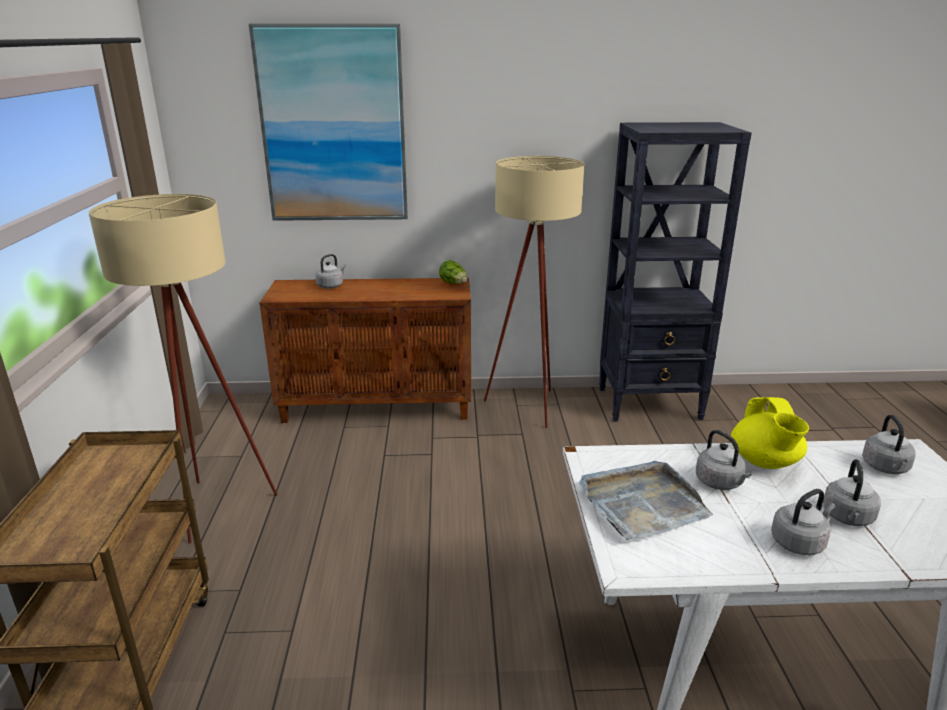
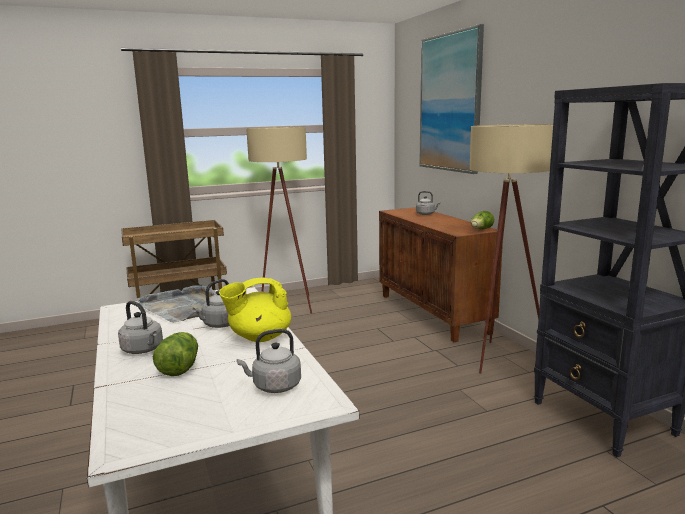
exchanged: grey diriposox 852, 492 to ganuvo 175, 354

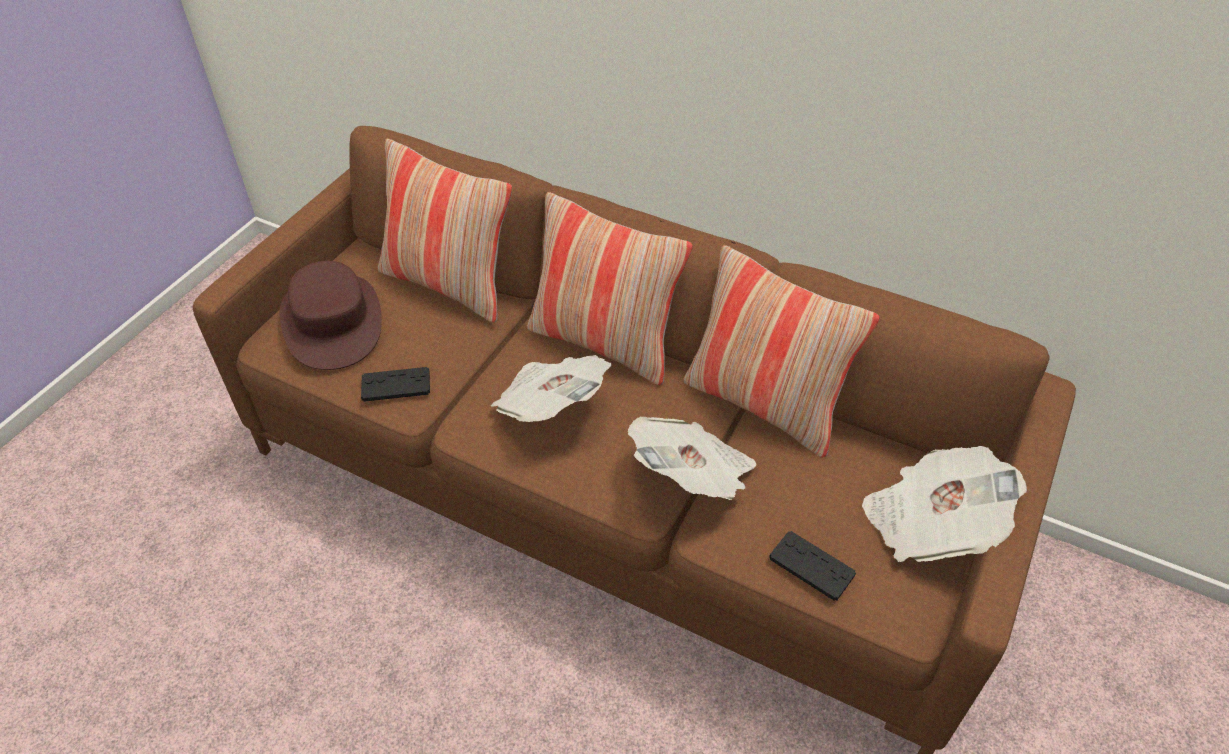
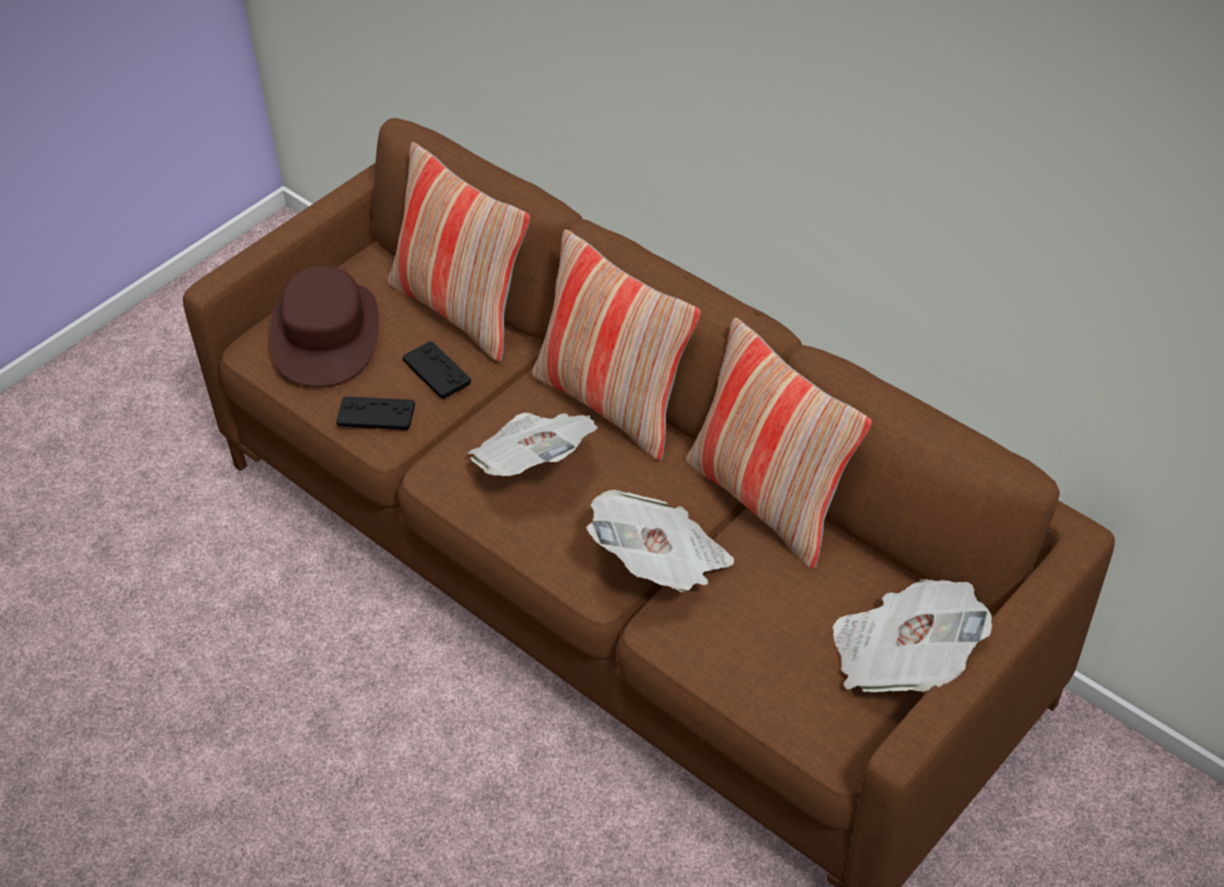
relocated: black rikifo 812, 566 to 437, 370

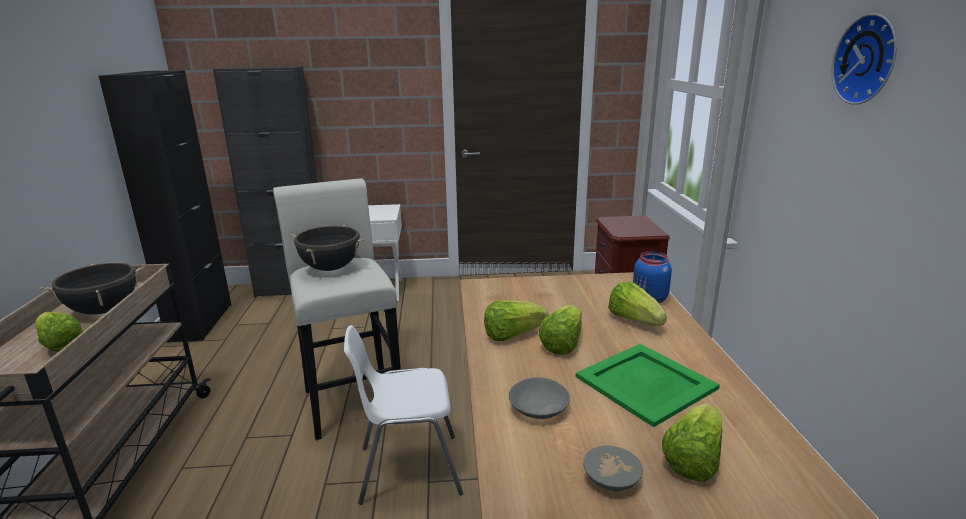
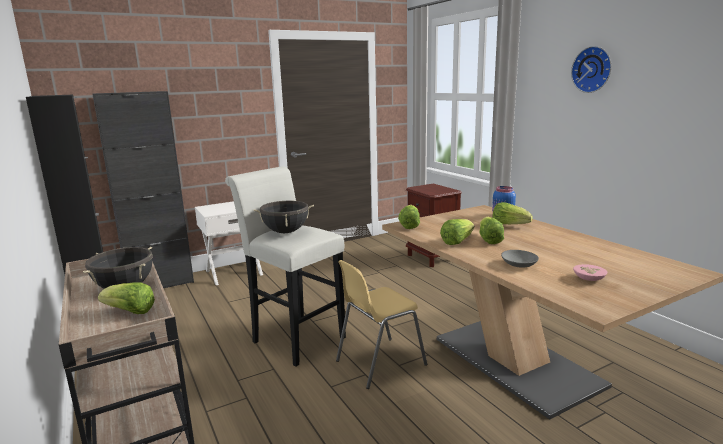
missing: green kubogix 647, 385
relocated: ganuvo 692, 442 to 409, 217
colour: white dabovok 403, 415 to yellow dabovok 381, 324; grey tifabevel 613, 468 to pink tifabevel 590, 272

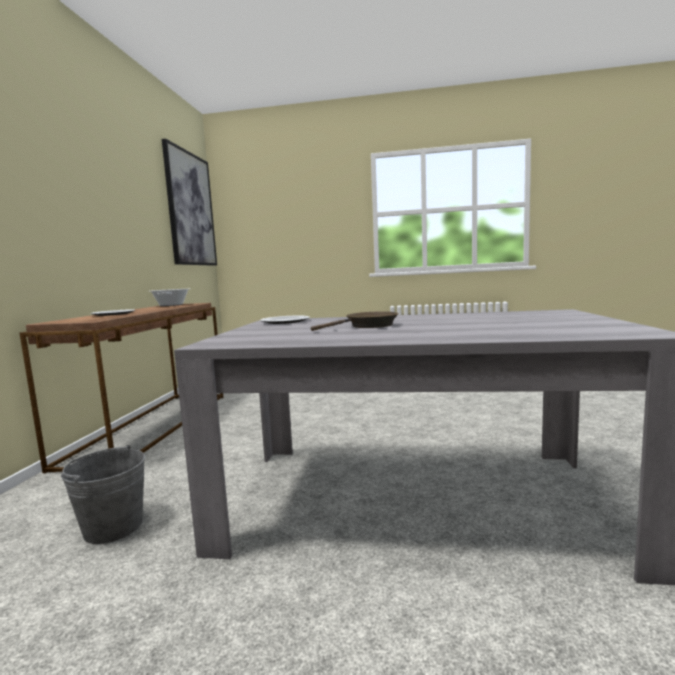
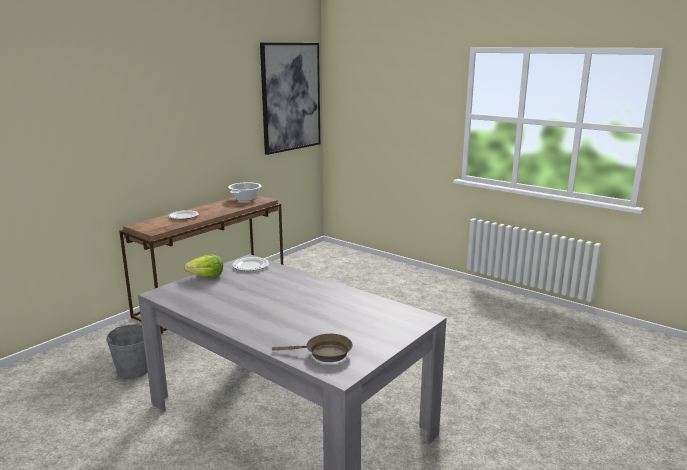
appeared: ganuvo 203, 266
relocated: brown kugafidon 355, 321 to 312, 348

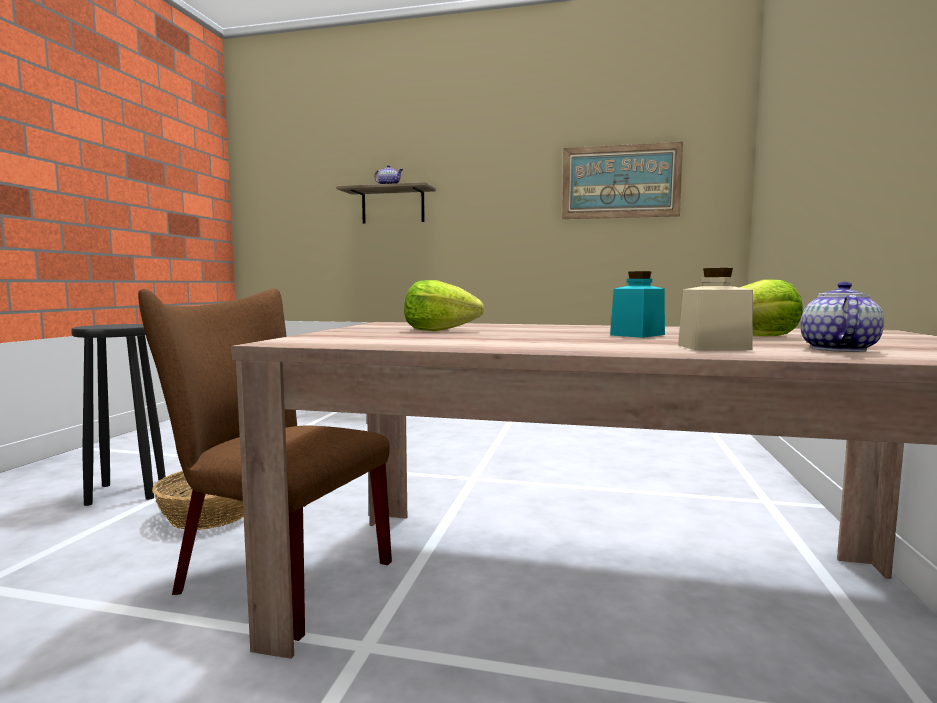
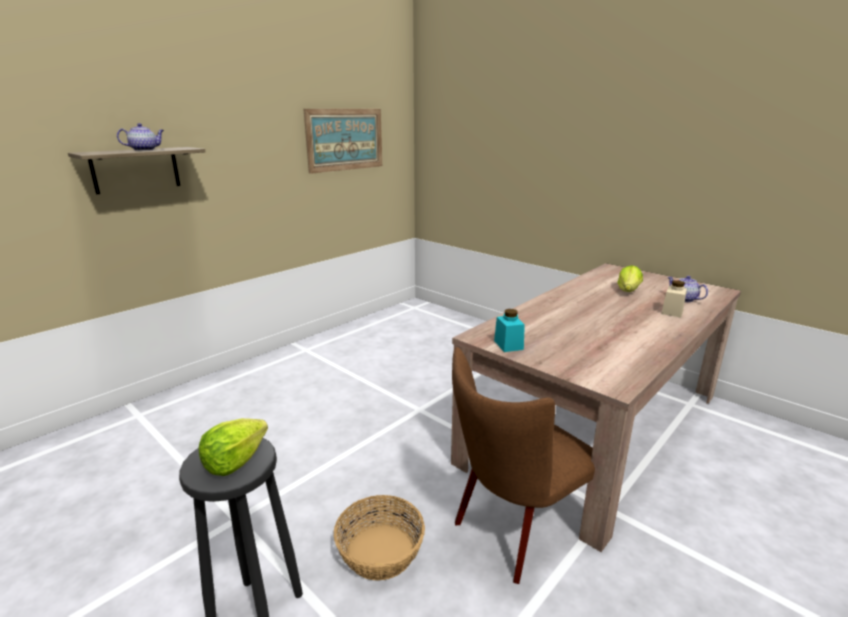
relocated: ganuvo 444, 305 to 233, 447; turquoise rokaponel 637, 304 to 509, 330

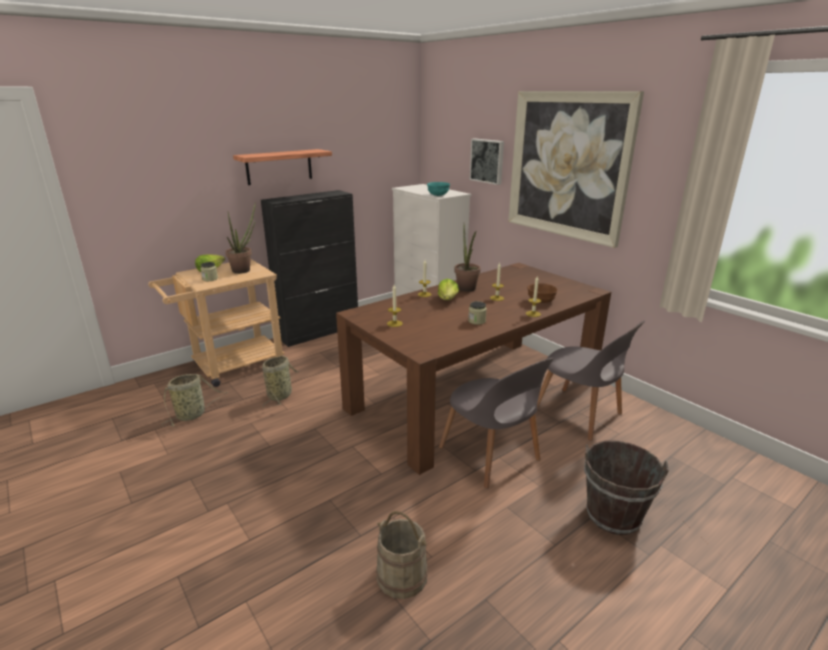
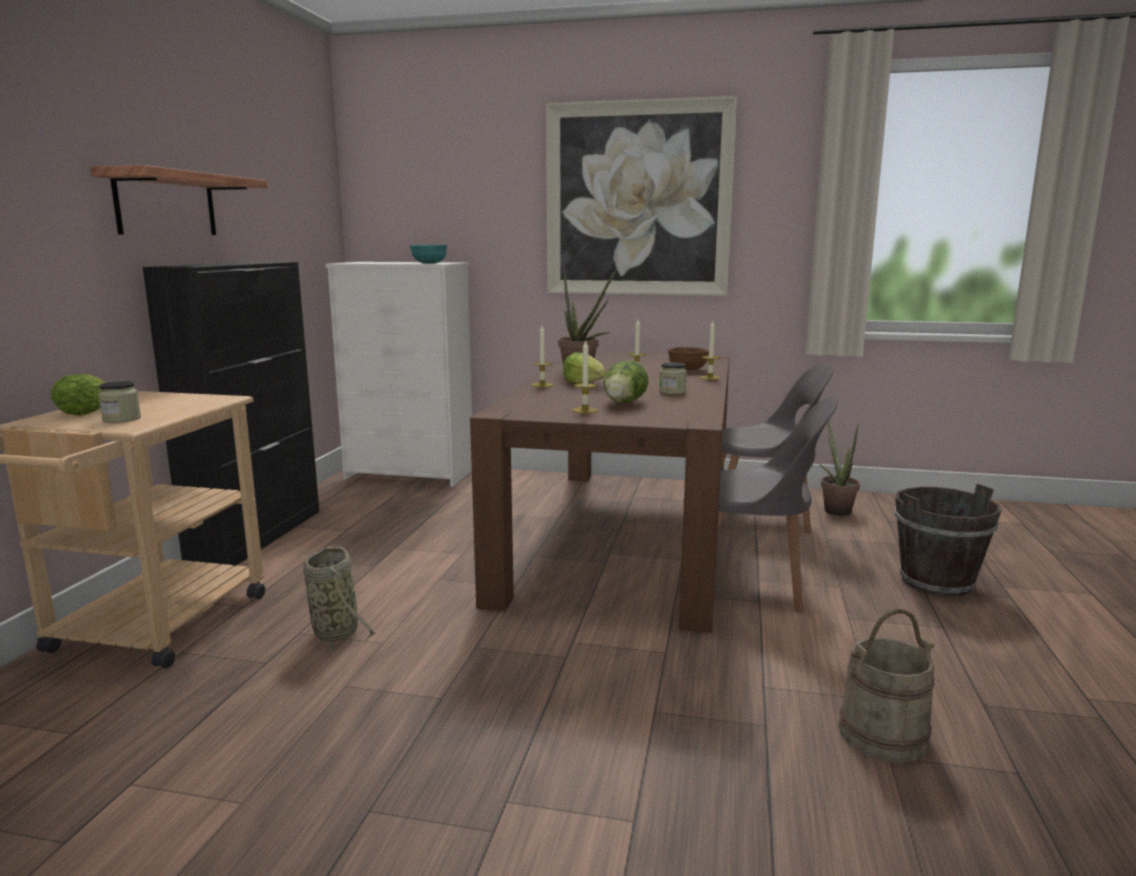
missing: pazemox 195, 400; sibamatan 487, 161
appeared: ganuvo 626, 382
relocated: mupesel 240, 238 to 839, 468

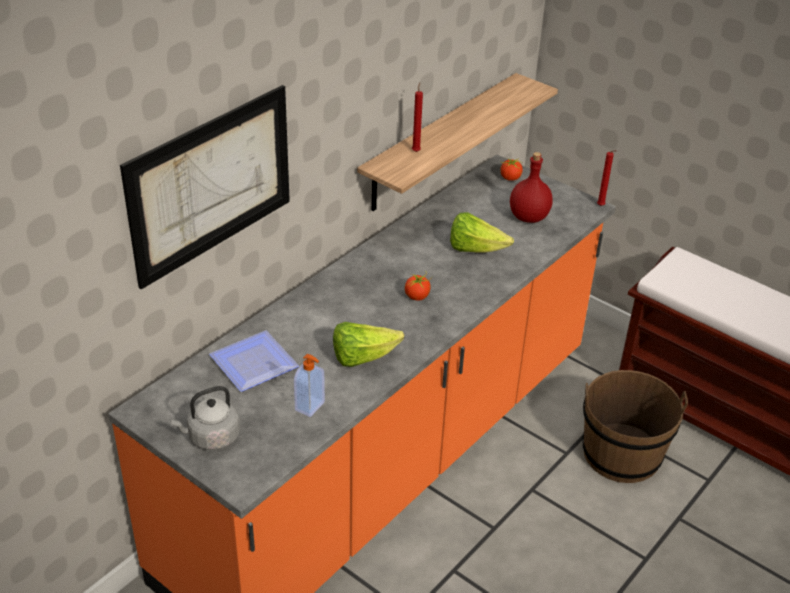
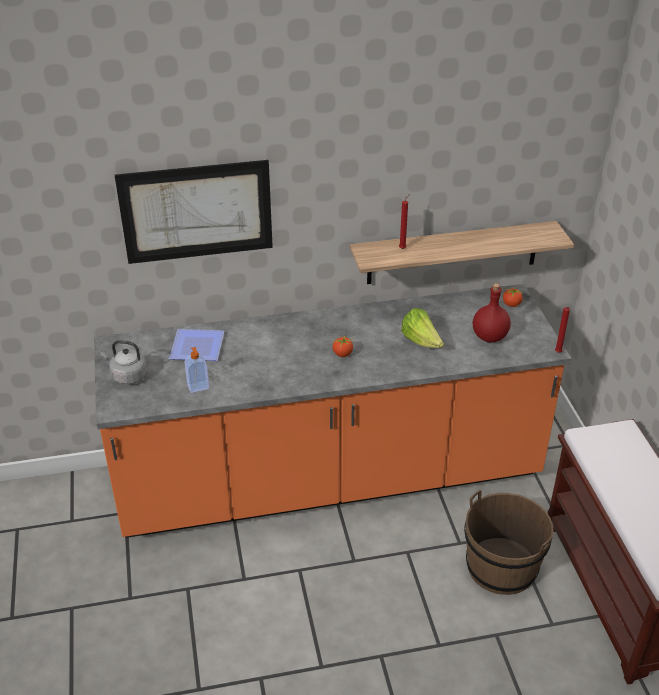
missing: ganuvo 368, 344

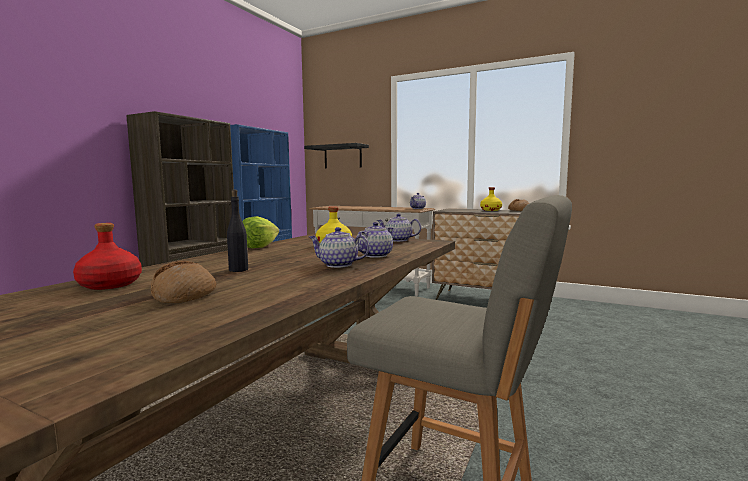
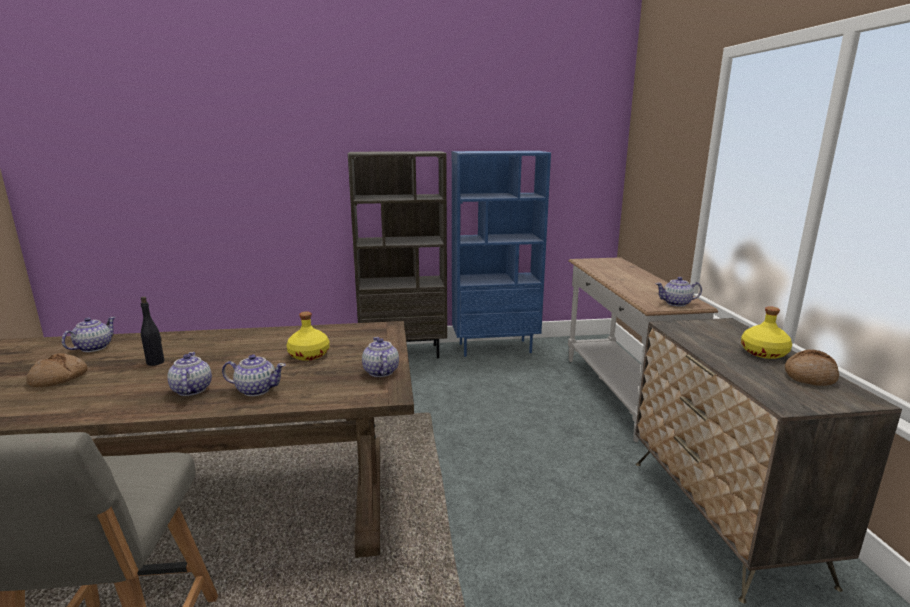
missing: ganuvo 260, 232; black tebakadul 336, 155
exchanged: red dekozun 107, 256 to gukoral 89, 334

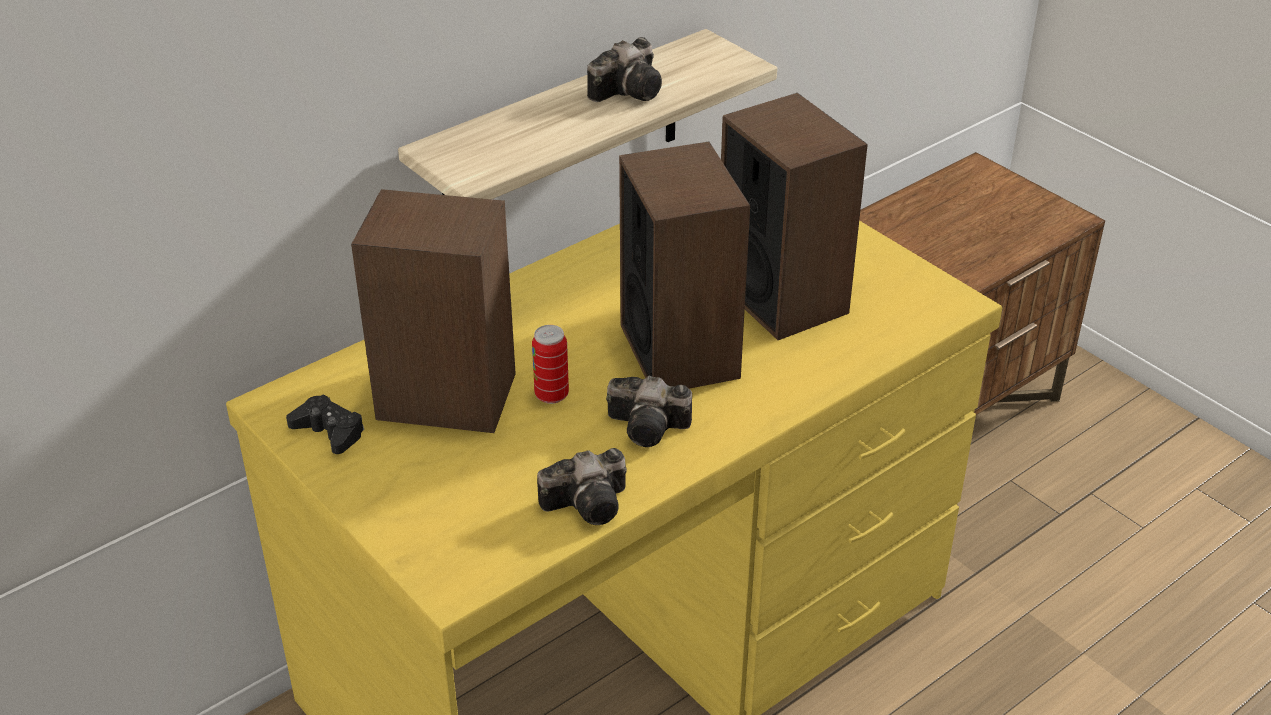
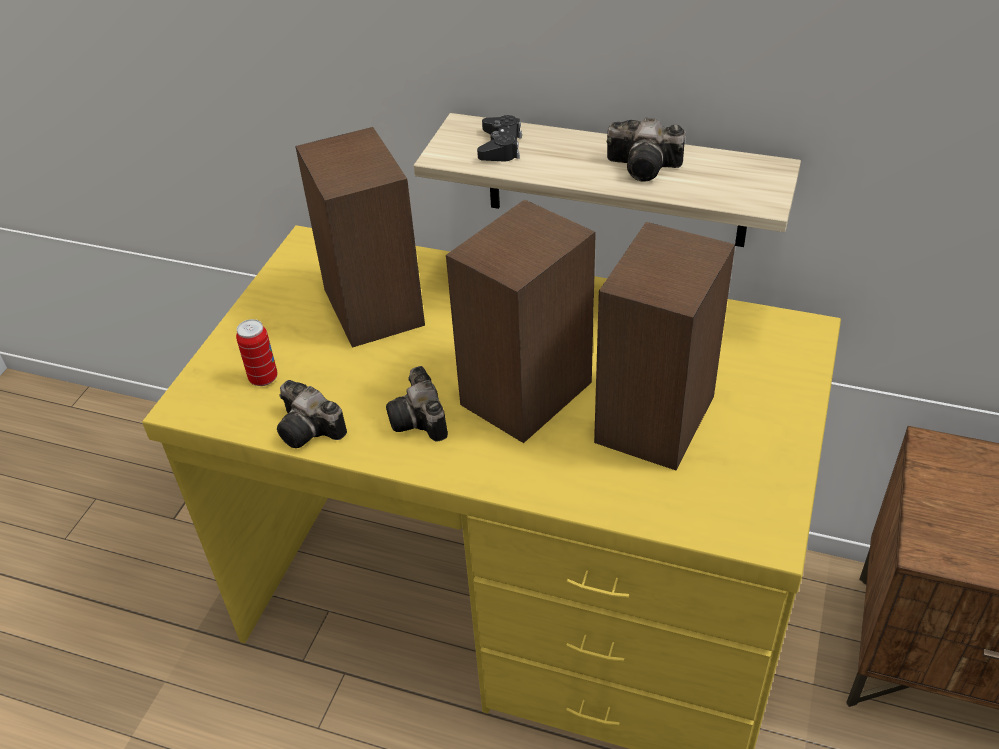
relocated: black rikifo 325, 424 to 499, 138; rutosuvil 550, 364 to 257, 352

